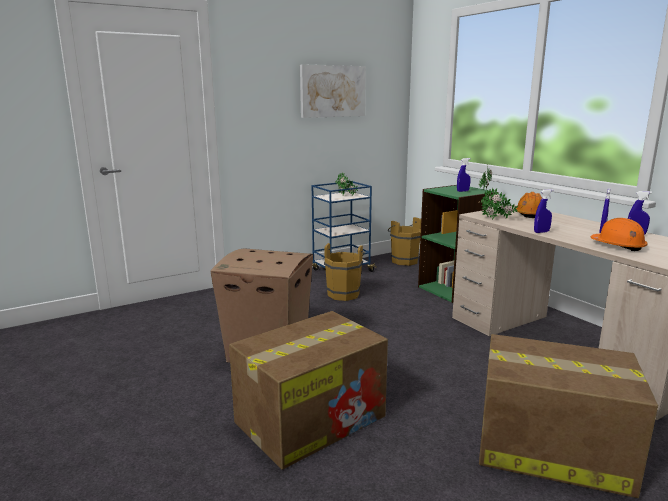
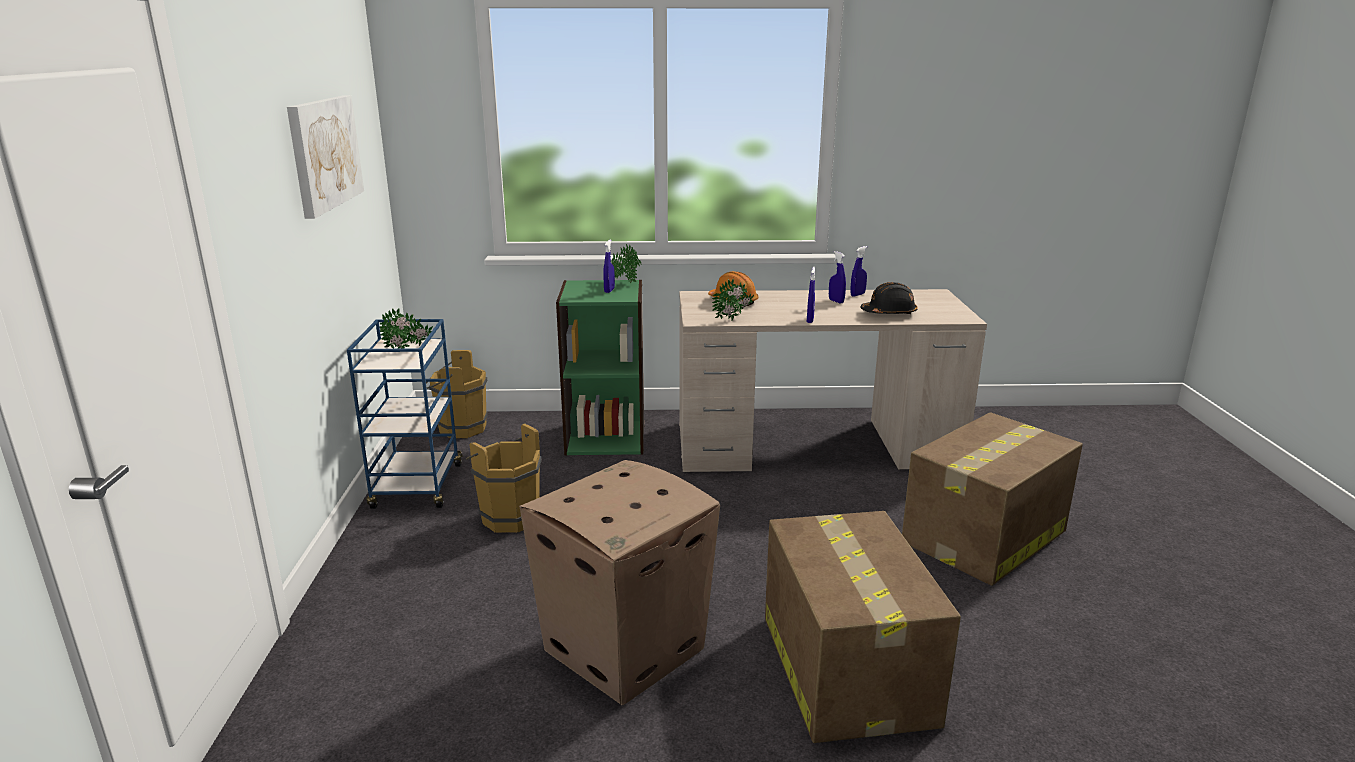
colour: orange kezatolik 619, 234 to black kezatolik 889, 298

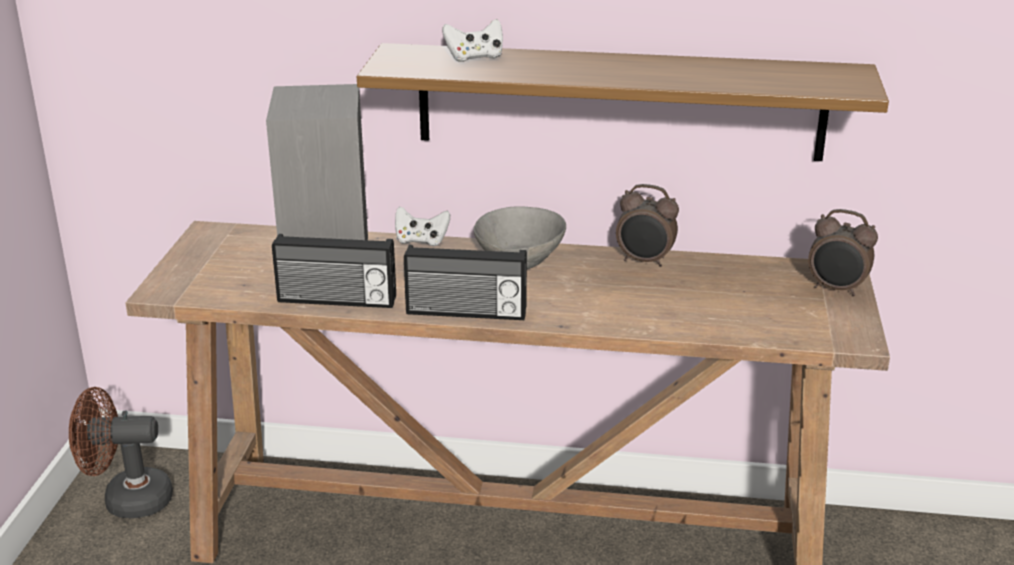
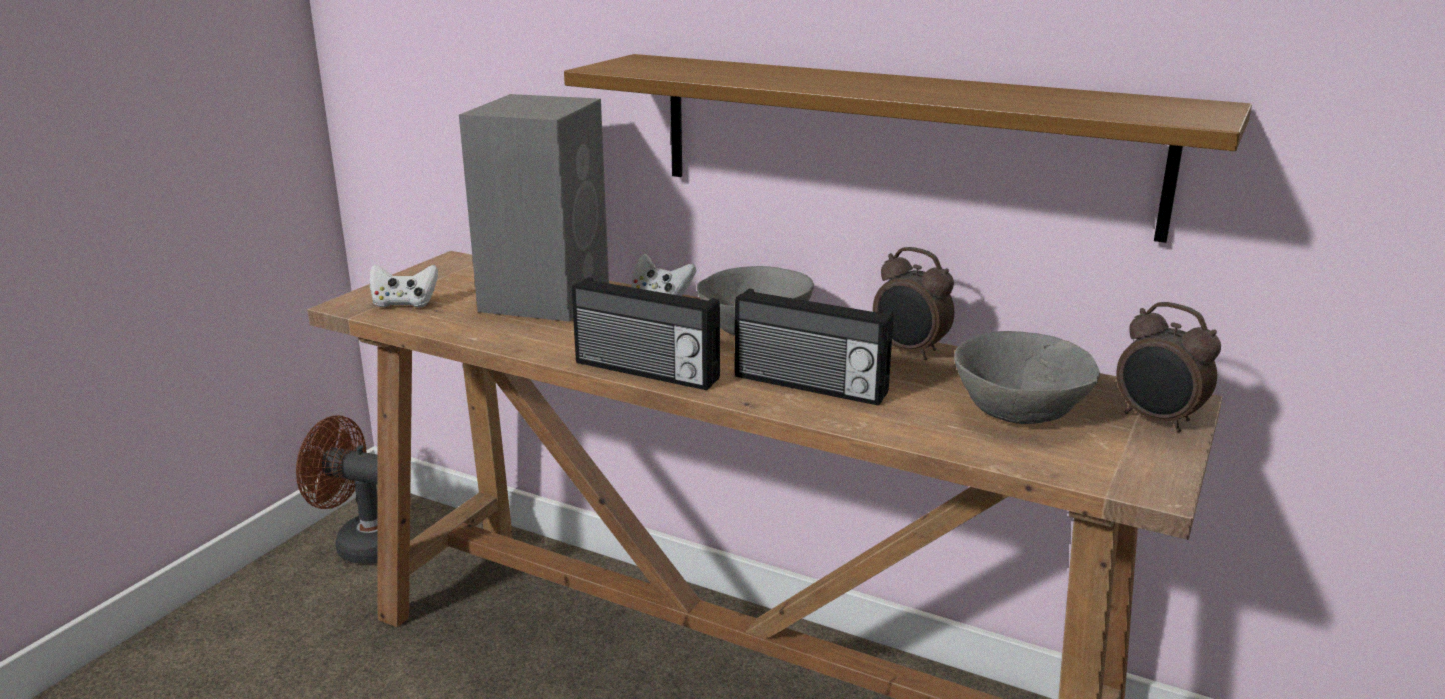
appeared: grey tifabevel 1027, 377
relocated: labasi 334, 271 to 814, 347; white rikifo 472, 40 to 404, 286

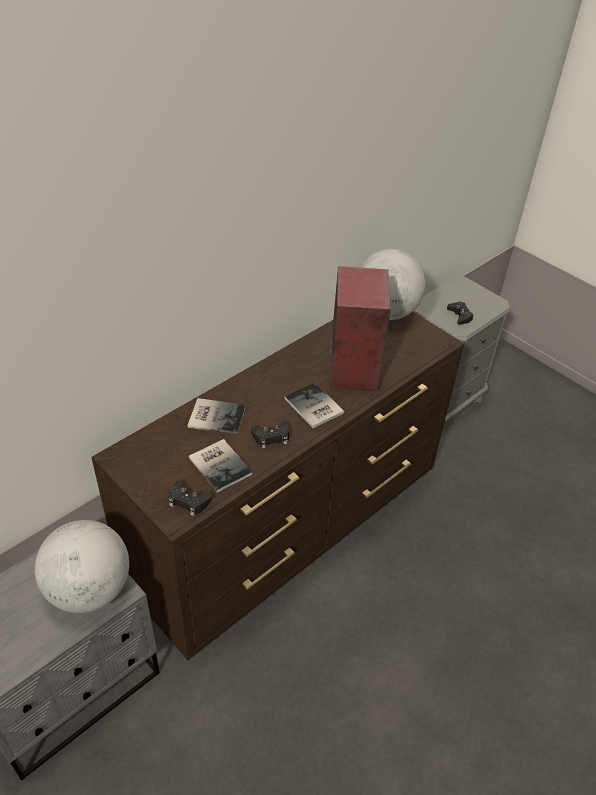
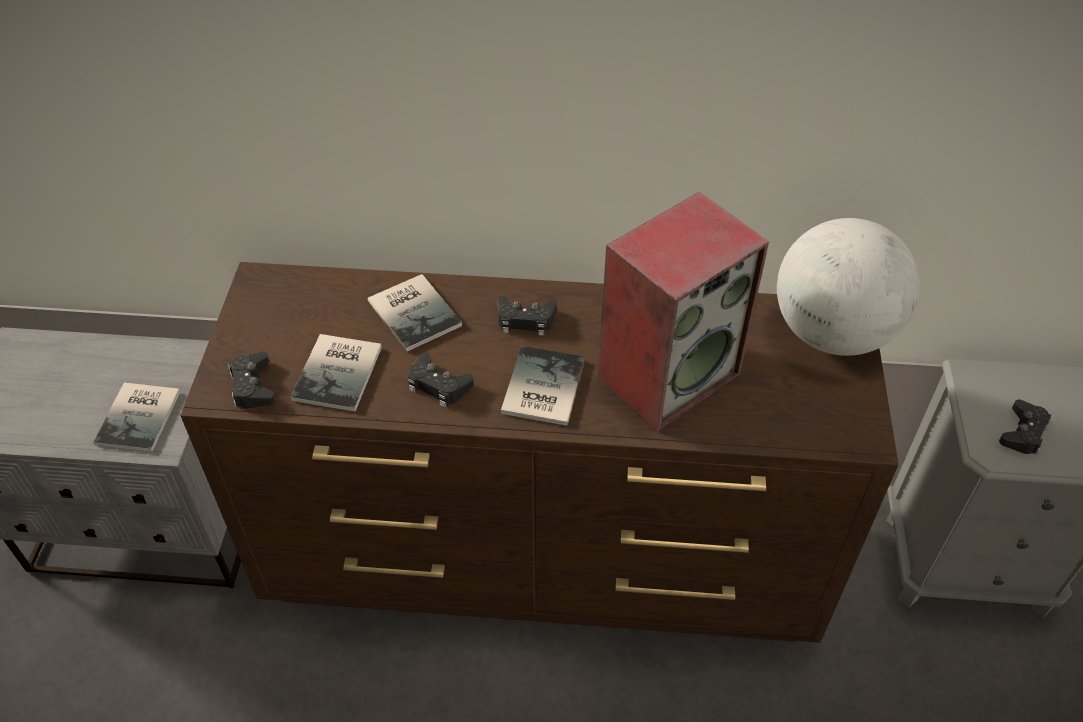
appeared: black rikifo 527, 316
exchanged: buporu 82, 566 to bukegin 136, 417

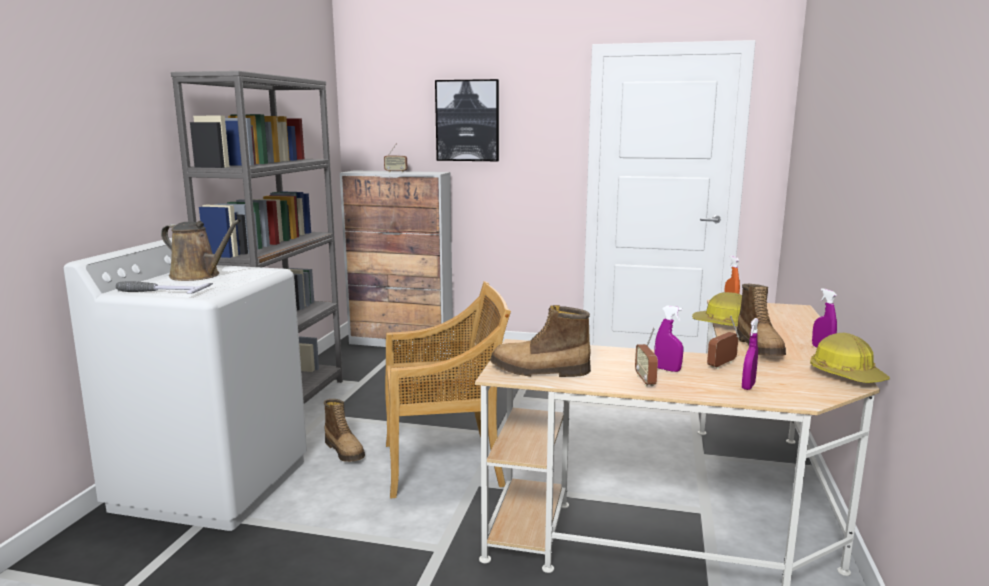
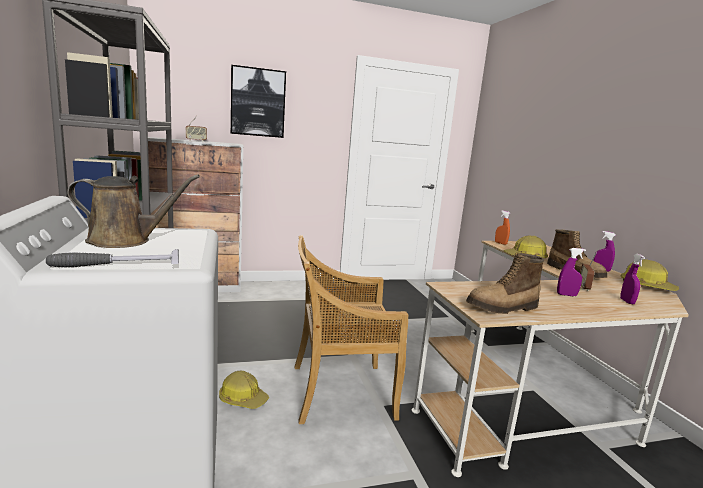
missing: labasi 646, 356
exchanged: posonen 344, 430 to kezatolik 244, 390
spun: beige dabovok 448, 390 = 351, 329 150 degrees counterclockwise

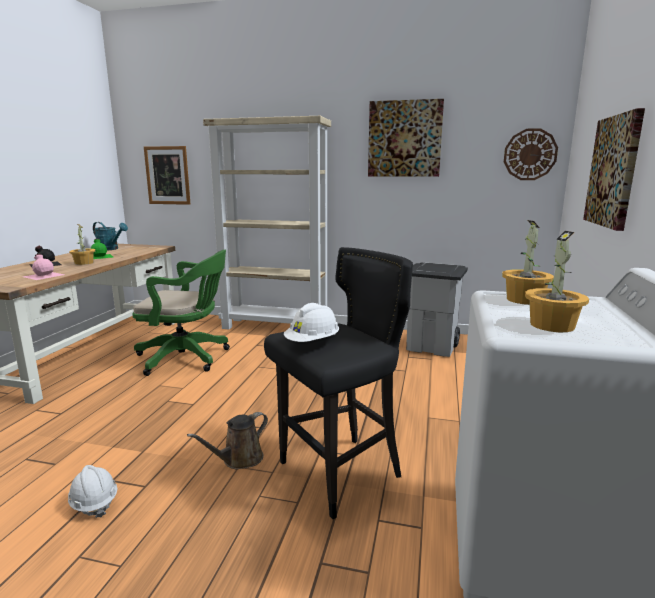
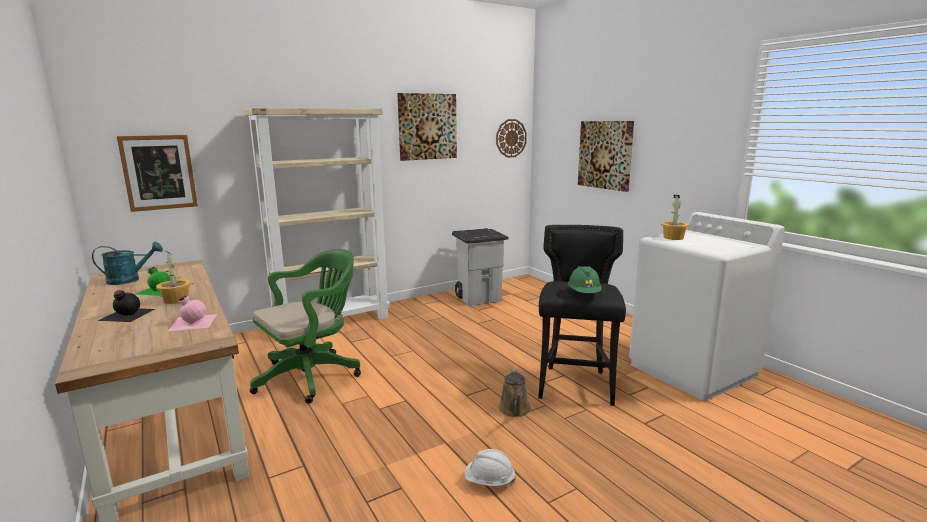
missing: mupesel 557, 281
colour: white kezatolik 311, 322 to green kezatolik 585, 279

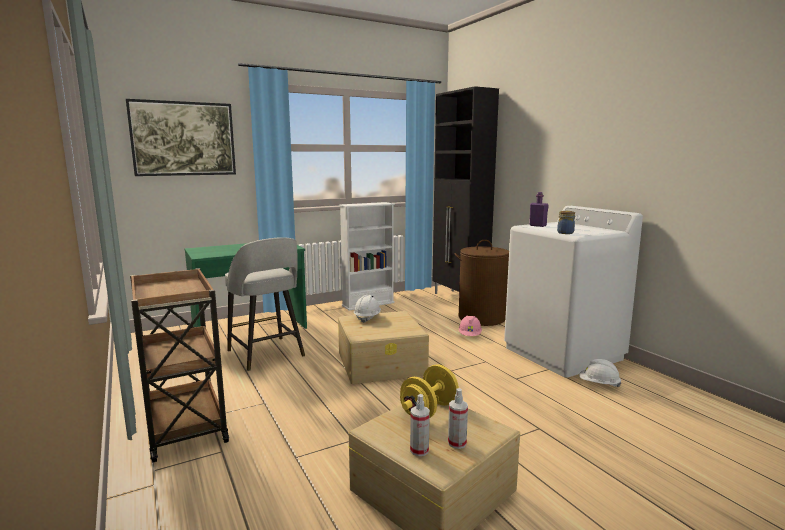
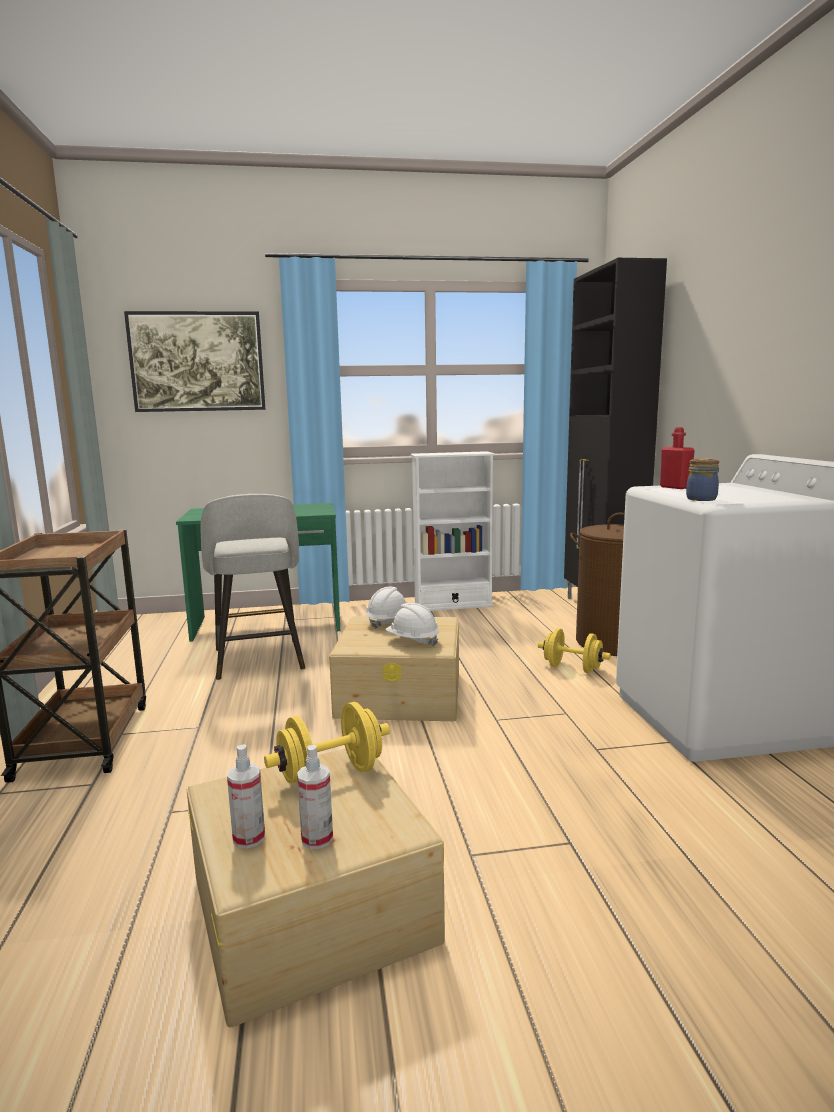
relocated: white kezatolik 600, 373 to 412, 625
exchanged: pink kezatolik 470, 326 to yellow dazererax 574, 650
colour: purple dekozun 539, 209 to red dekozun 677, 458

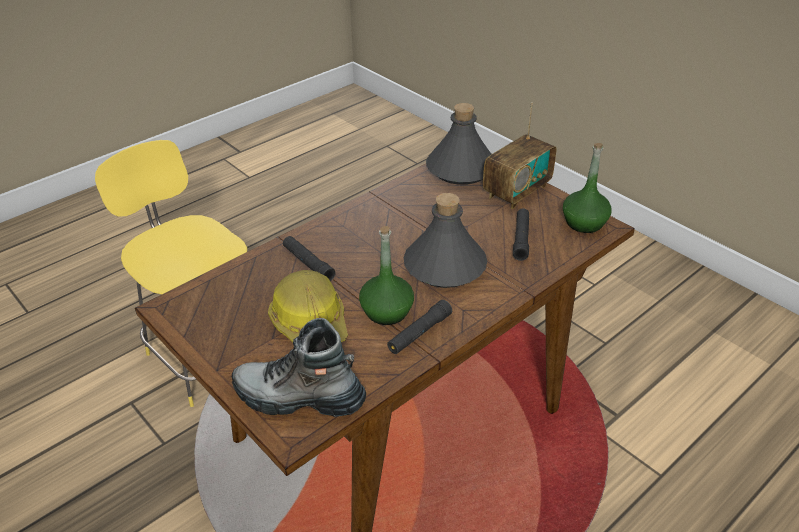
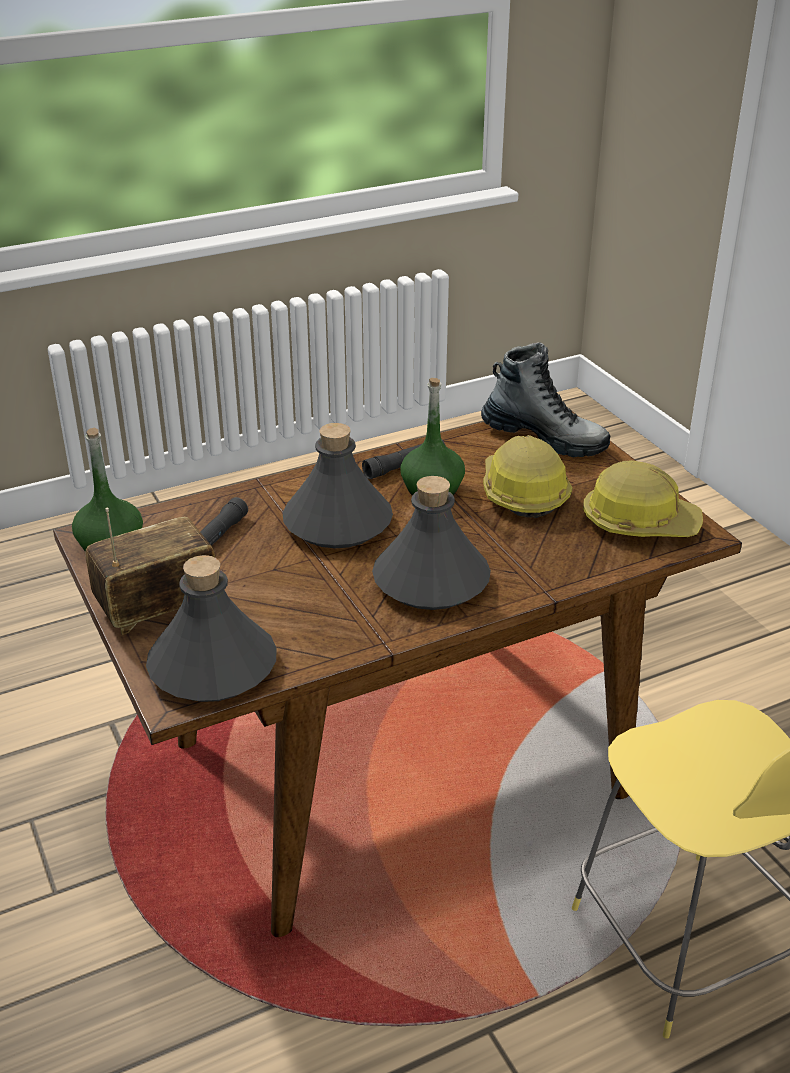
missing: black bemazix 309, 258
appeared: grey dekozun 431, 543; kezatolik 643, 498

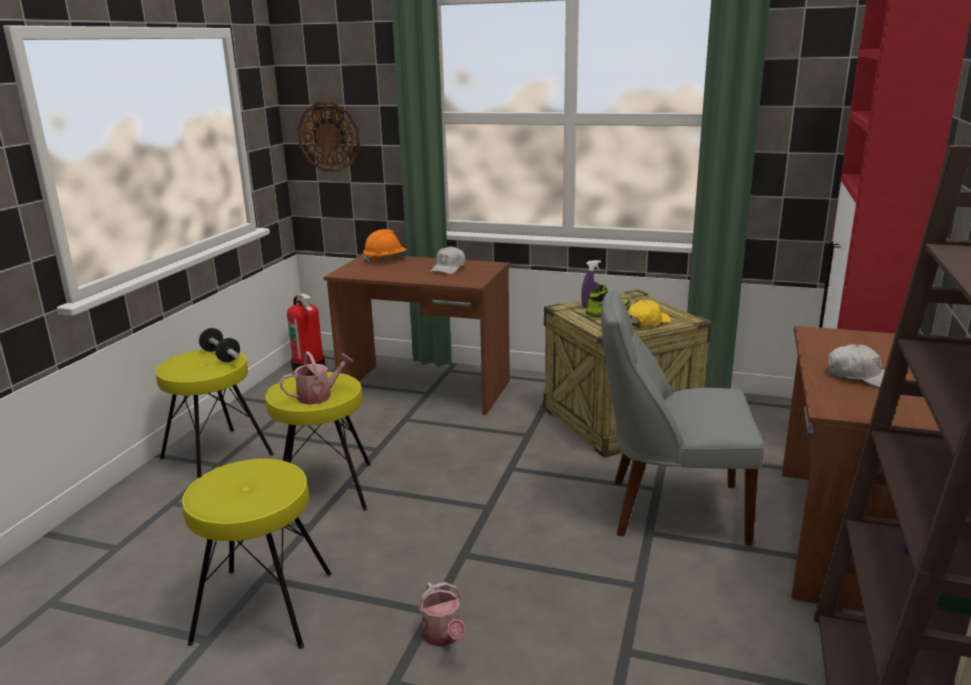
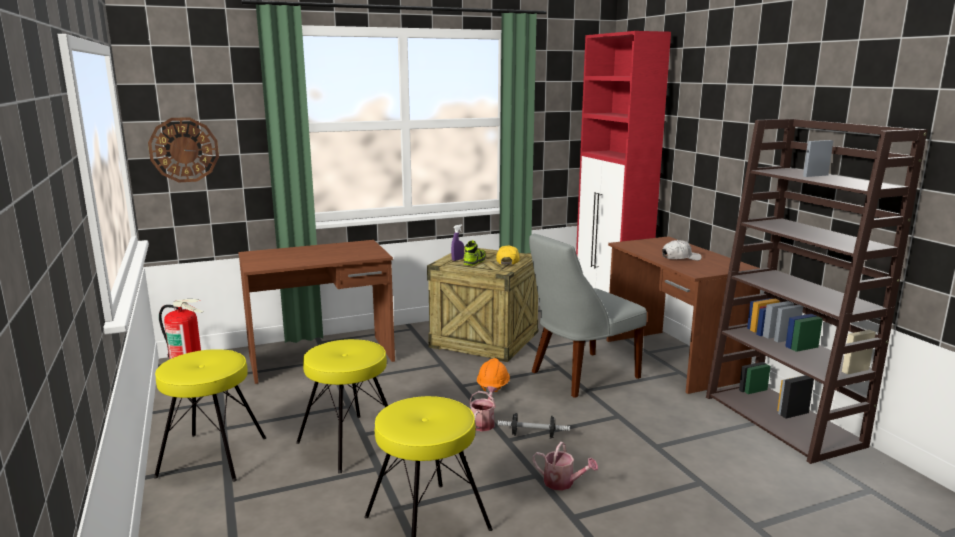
missing: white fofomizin 447, 260
relocated: dazererax 219, 345 to 533, 426; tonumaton 316, 378 to 483, 409; orange kezatolik 385, 246 to 493, 376

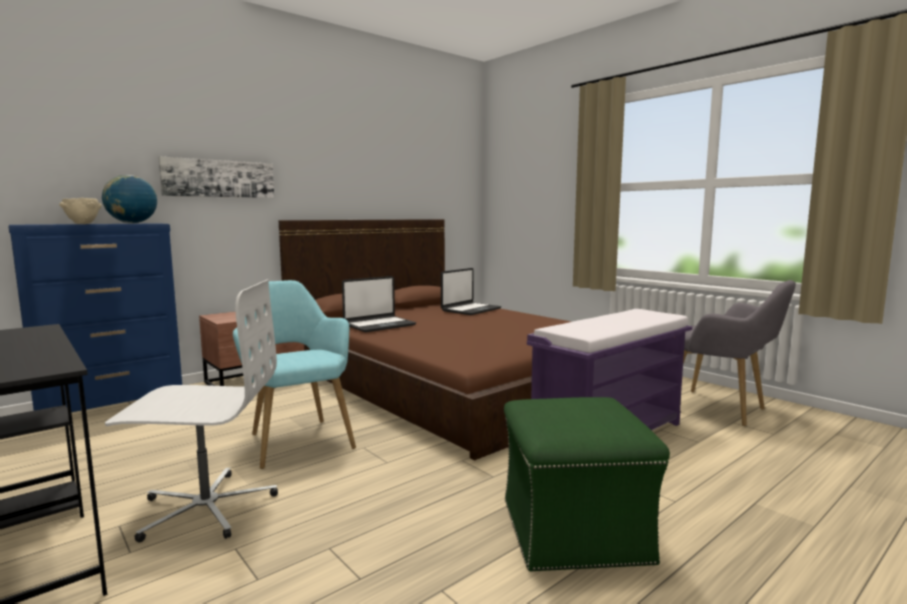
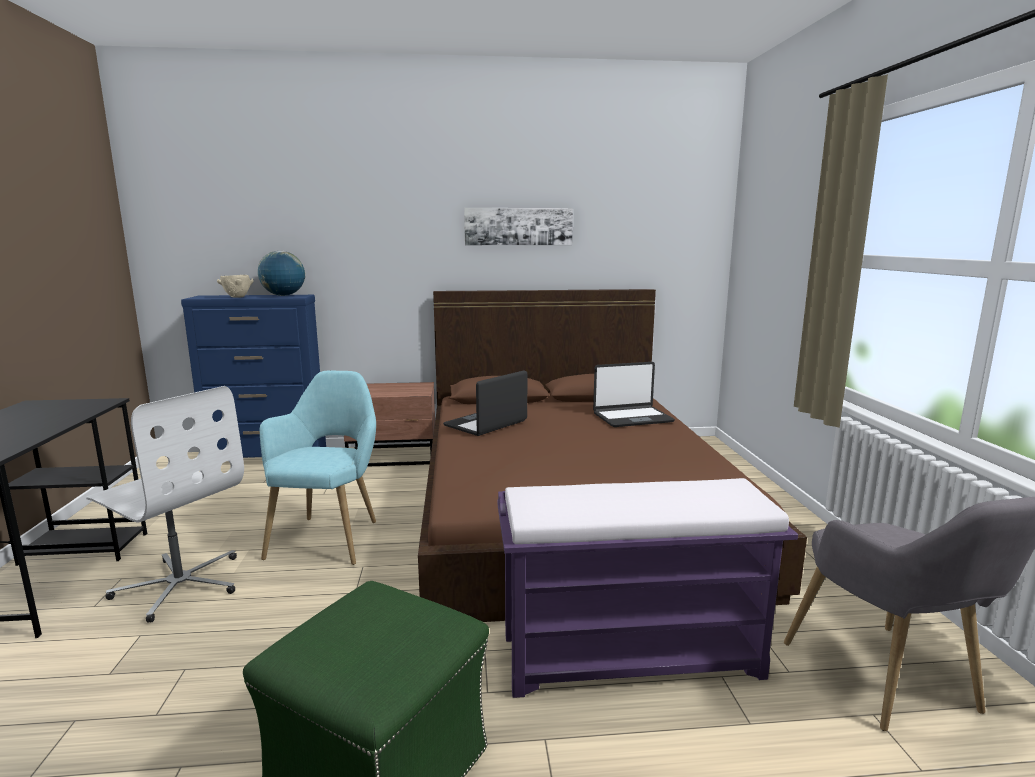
relocated: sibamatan 216, 177 to 518, 226
spun: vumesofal 379, 304 = 485, 403 135 degrees clockwise

